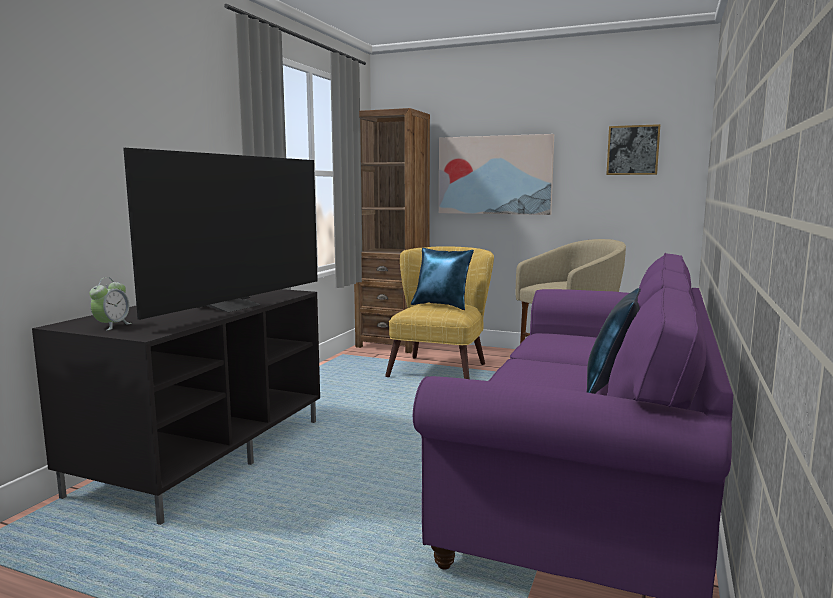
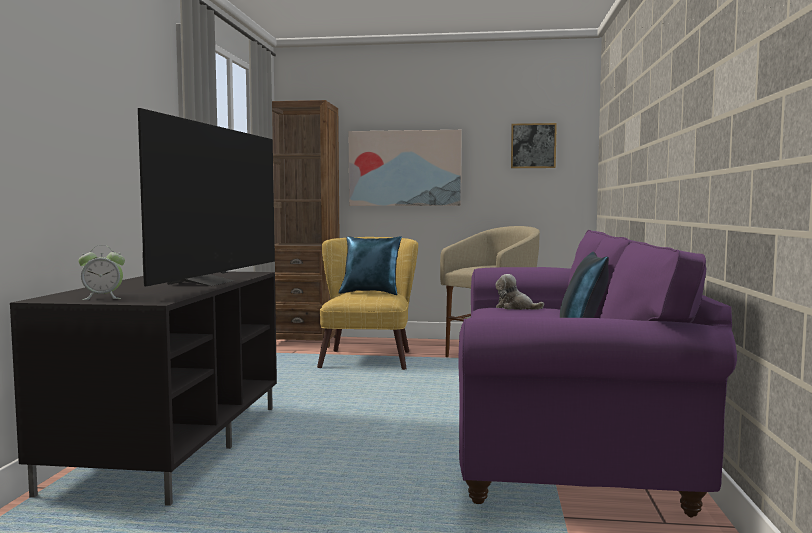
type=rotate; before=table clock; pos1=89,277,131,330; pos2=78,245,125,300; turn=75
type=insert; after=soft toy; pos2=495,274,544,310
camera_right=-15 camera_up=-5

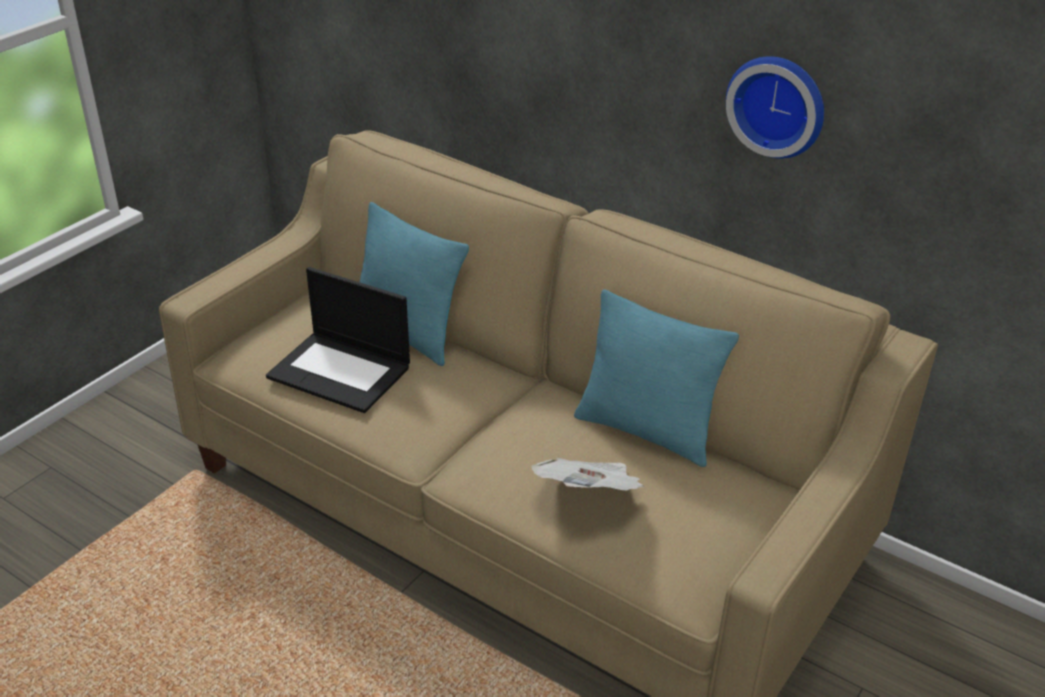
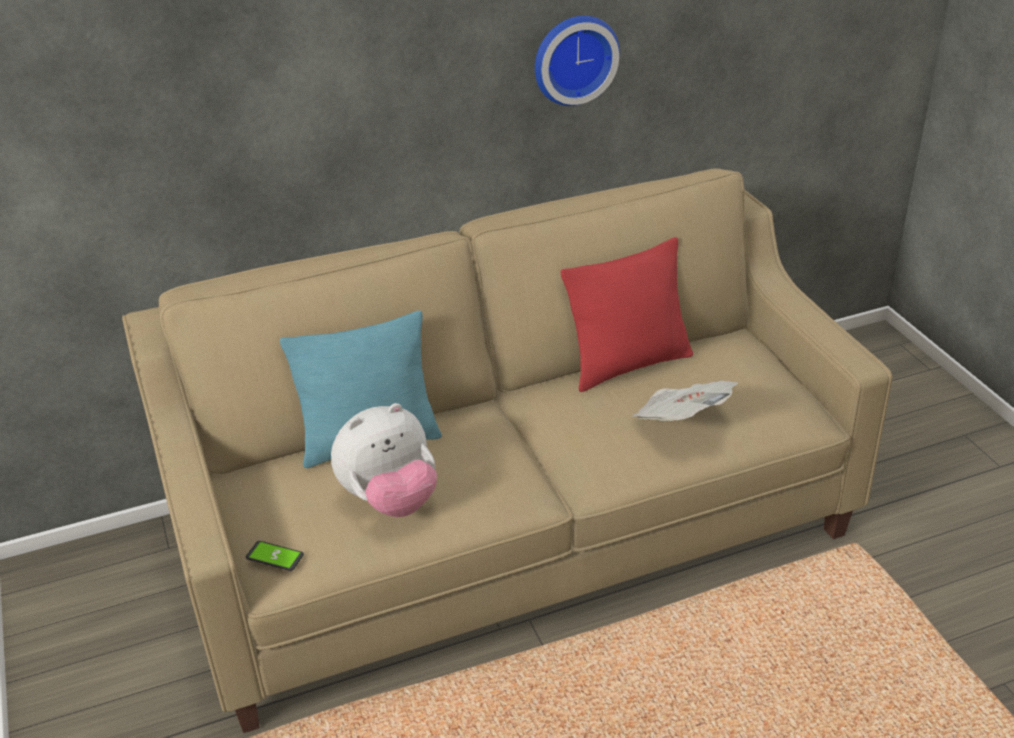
type=replace; before=laptop; after=soft toy; pos1=266,267,410,413; pos2=331,403,437,517
type=recolor; before=pillow (blue-green); after=pillow (red); pos1=574,289,739,467; pos2=561,237,693,392
type=insert; after=telephone; pos2=246,541,304,571
camera_right=-55 camera_up=0

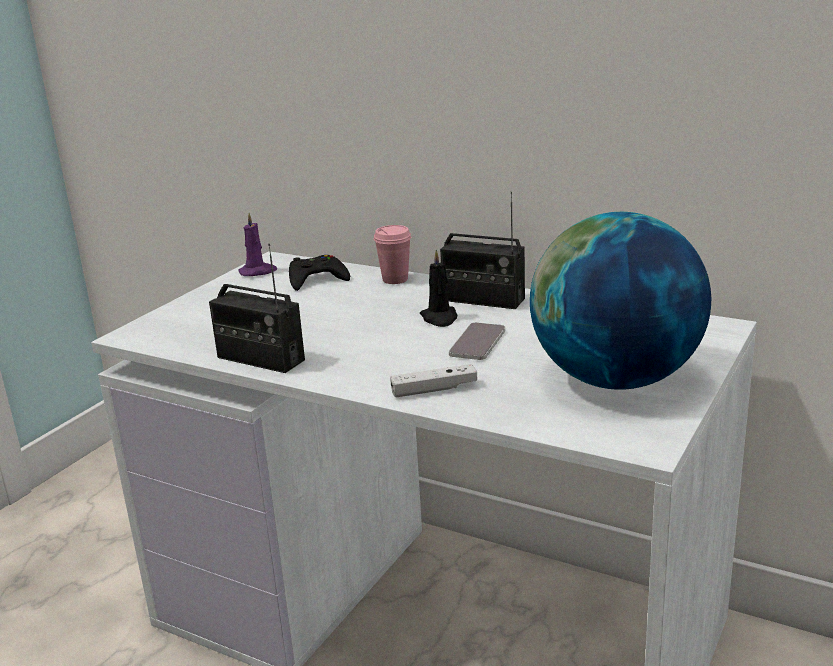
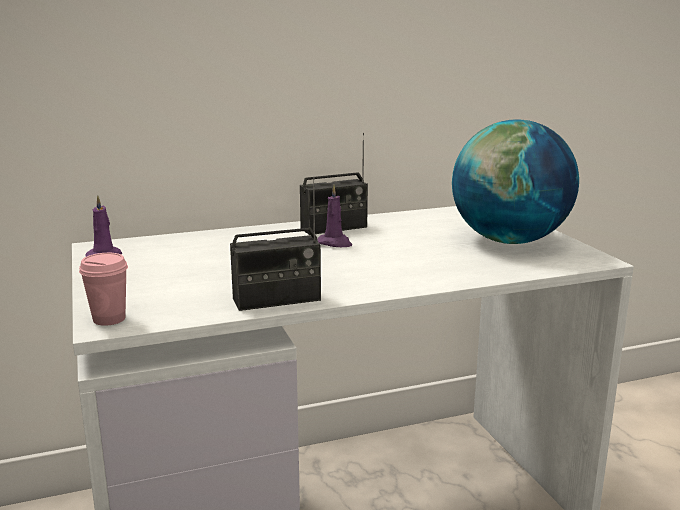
type=move; before=small cup (pink); pos1=374,225,411,284; pos2=79,253,128,326
type=recolor; before=wax light (black); after=wax light (purplish); pos1=420,250,457,327; pos2=318,185,352,247
type=delete; before=game controller (black); pos1=289,255,350,291
type=delete; before=telephone; pos1=449,322,505,360
type=delete; before=game controller (white); pos1=390,364,477,397
camera_right=-50 camera_up=-5

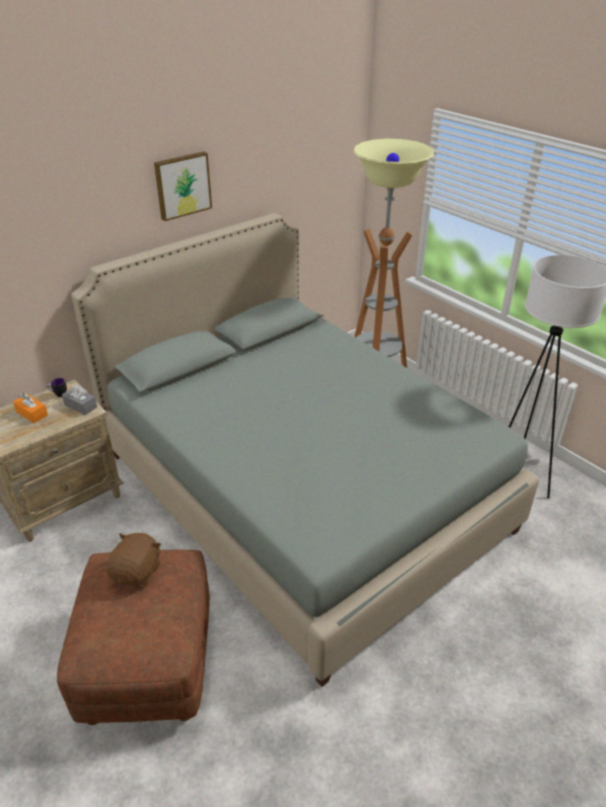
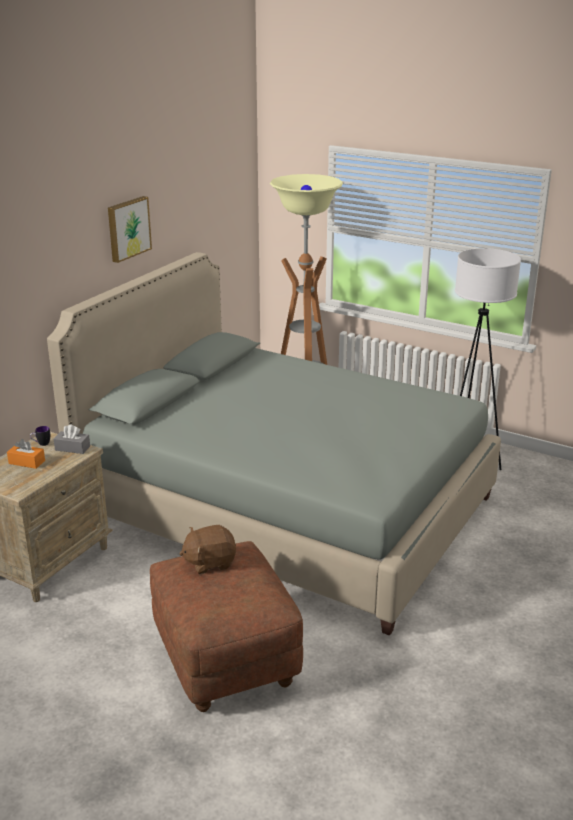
type=rotate; before=soft toy (brown); pos1=106,533,161,587; pos2=180,525,236,574; turn=-105
camera_right=-20 camera_up=-10

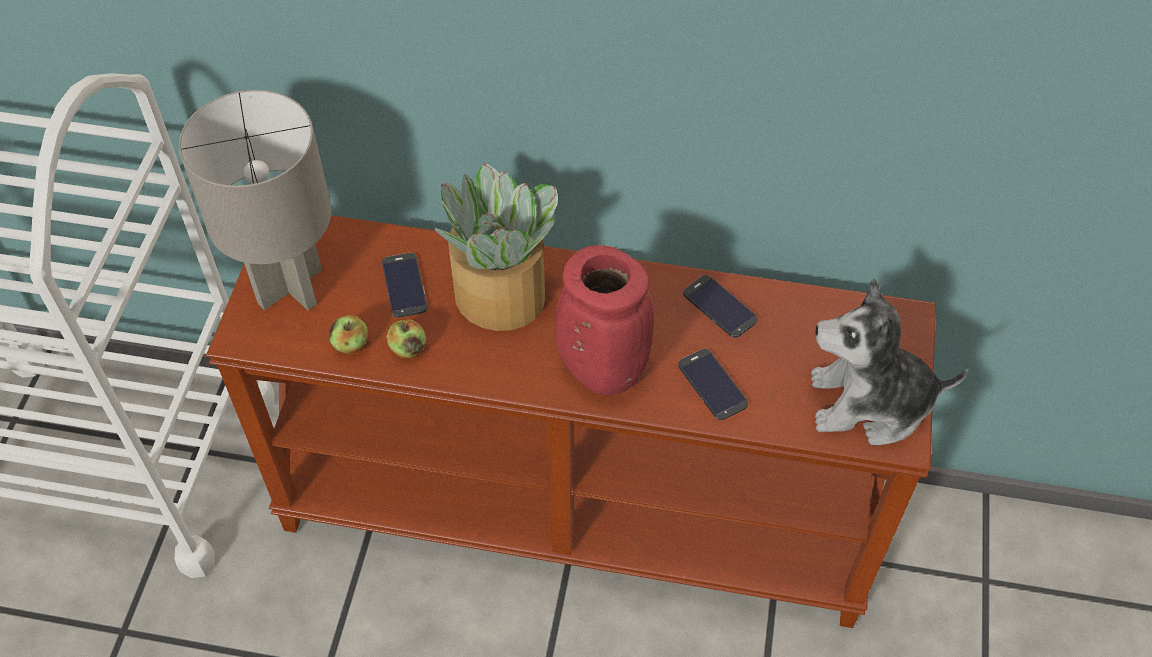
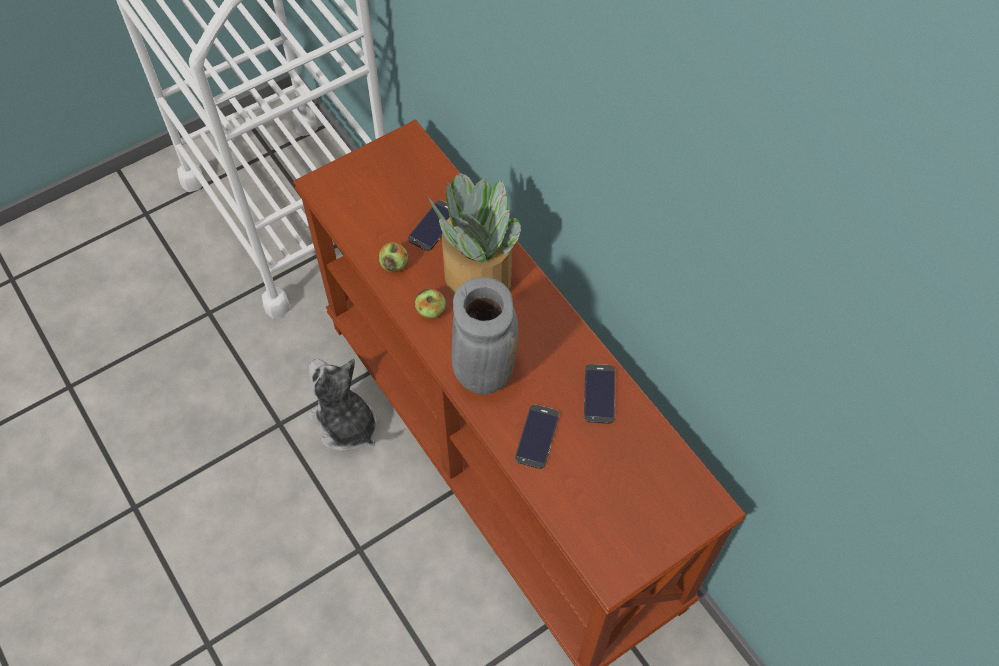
type=delete; before=tabletop lamp (greyish); pos1=179,90,332,311
type=recolor; before=vase (red); after=vase (greyish); pos1=555,245,654,395; pos2=452,277,518,395
type=move; before=soft toy; pos1=811,278,969,445; pos2=308,359,377,452
type=move; before=whole apple; pos1=329,315,368,354; pos2=415,289,446,319
camera_right=45 camera_up=5

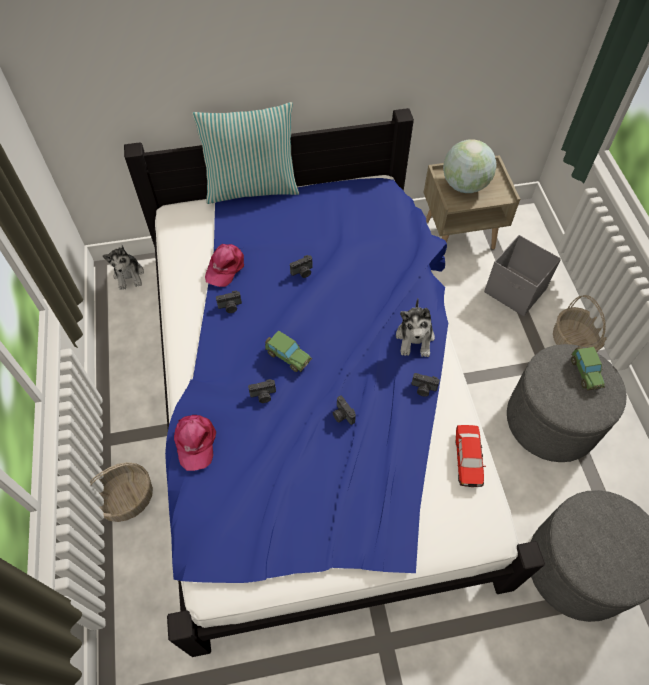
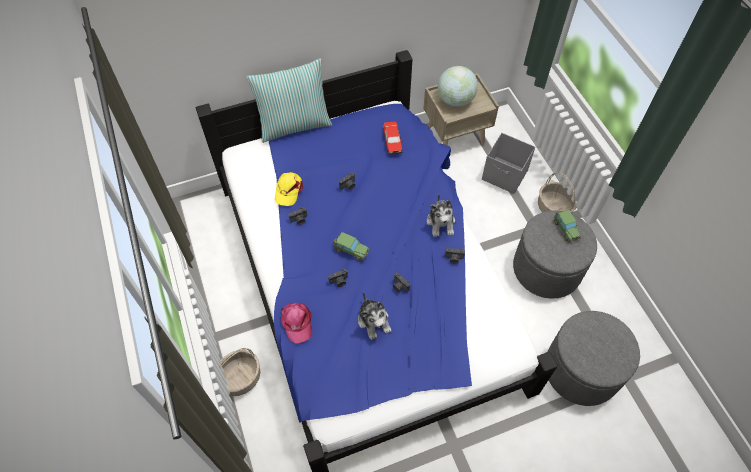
type=recolor; before=peaked cap (pink); after=peaked cap (yellowish); pos1=205,244,244,287; pos2=275,172,303,206
type=move; before=soft toy; pos1=102,245,144,290; pos2=358,291,392,340
type=move; before=toy car; pos1=456,425,486,487; pos2=383,122,403,154
camera_right=-10 camera_up=0

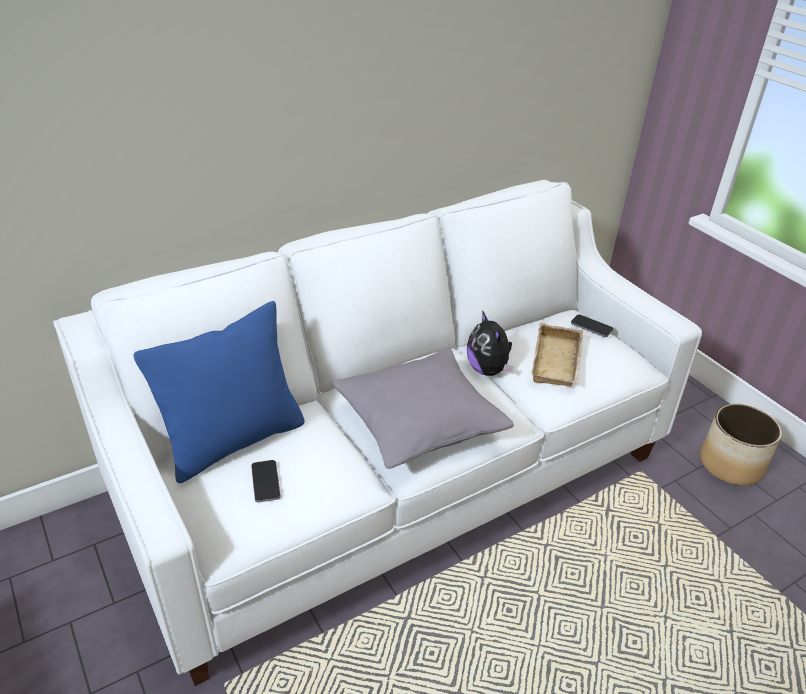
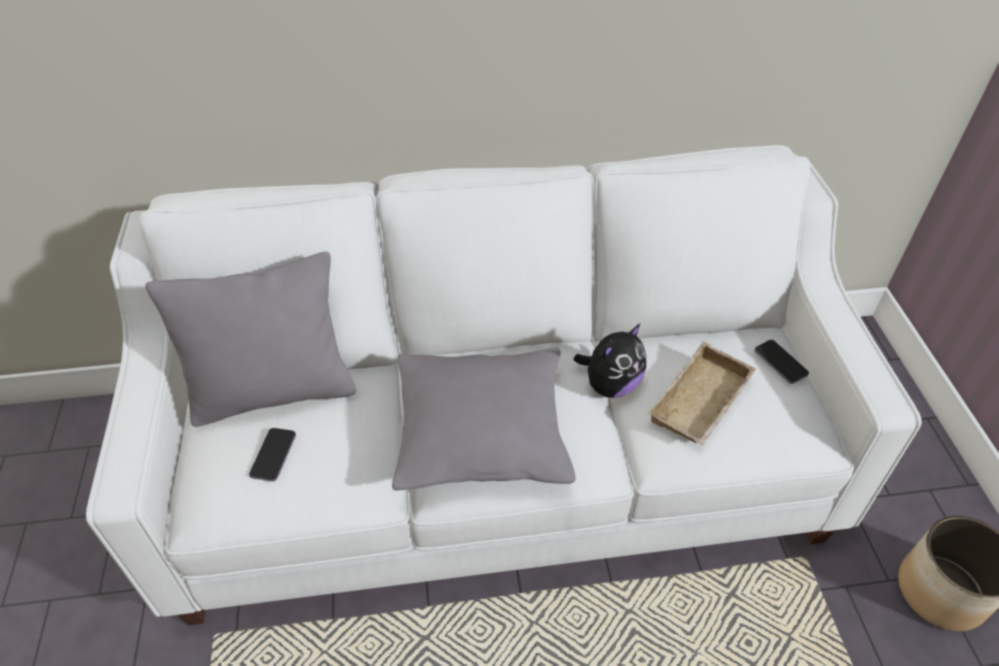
type=recolor; before=pillow (bluish); after=pillow (greyish); pos1=133,301,305,483; pos2=145,252,356,427
type=rotate; before=soft toy; pos1=467,310,514,376; pos2=574,323,646,398; turn=-135
camera_right=25 camera_up=10

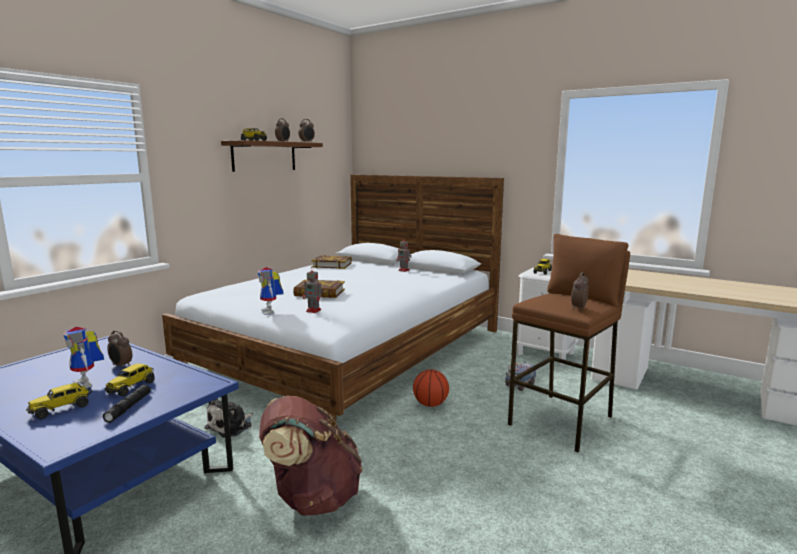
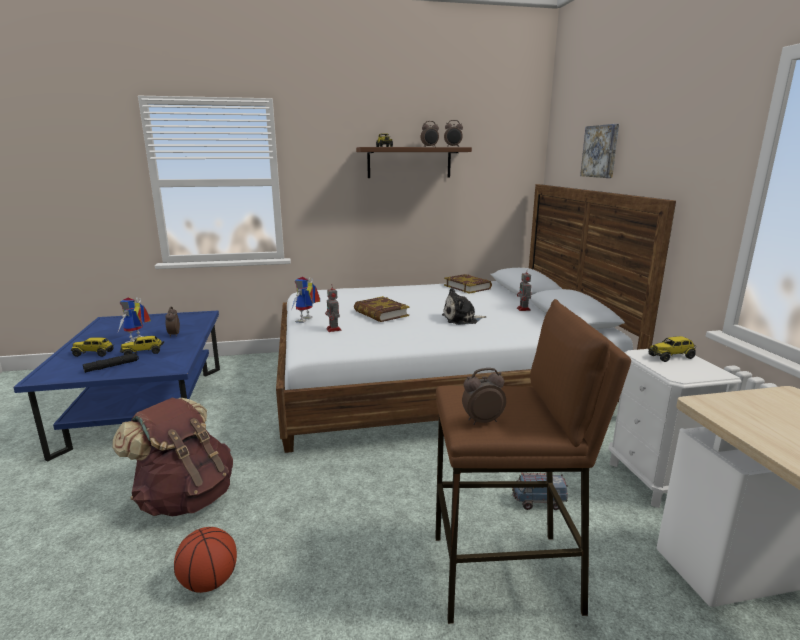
type=move; before=ball for basketball; pos1=413,369,449,407; pos2=174,527,237,593
type=move; before=soft toy; pos1=205,399,253,438; pos2=442,288,486,325
type=insert; after=picture; pos2=580,124,619,178
camera_right=45 camera_up=5

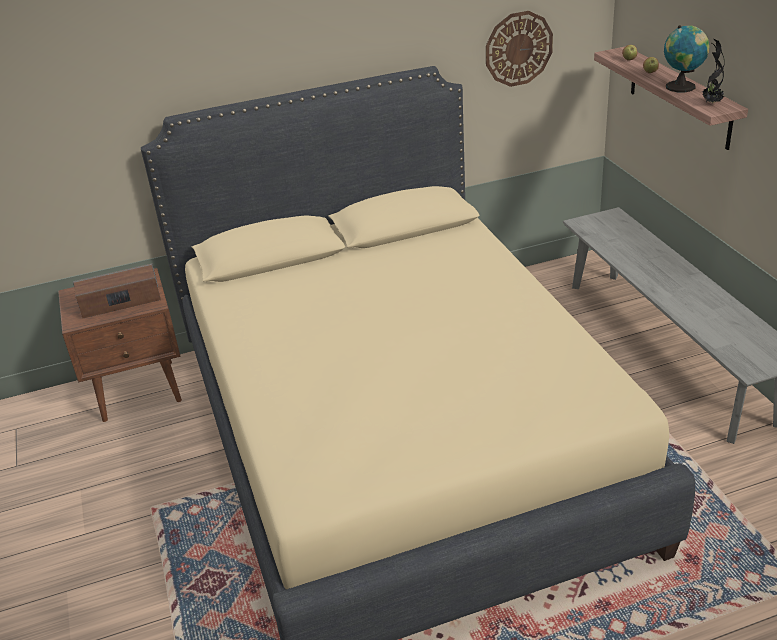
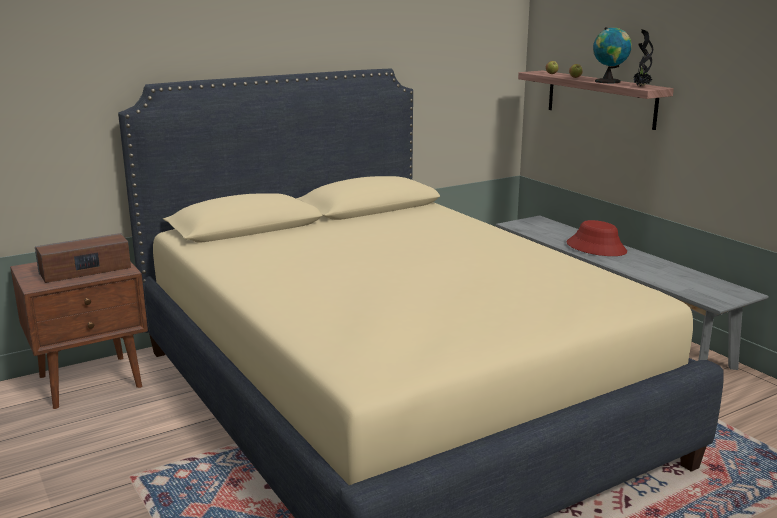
type=delete; before=wall clock; pos1=486,11,553,87
type=insert; after=hat (red); pos2=567,220,627,256
camera_right=-15 camera_up=-15

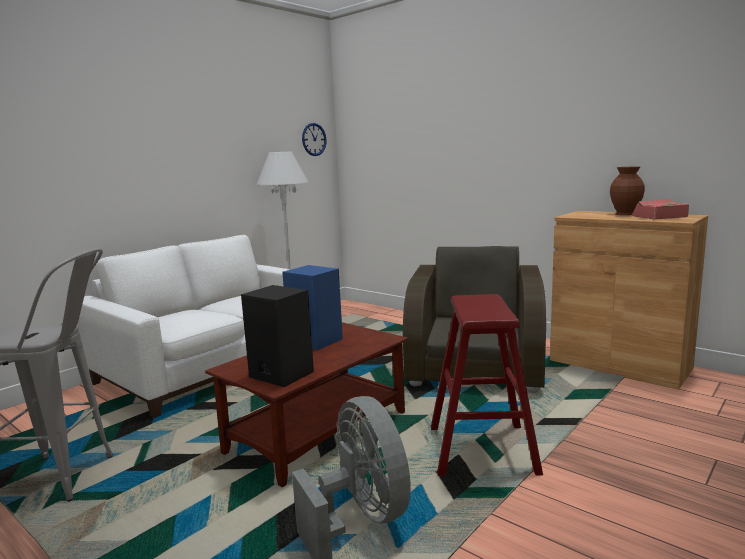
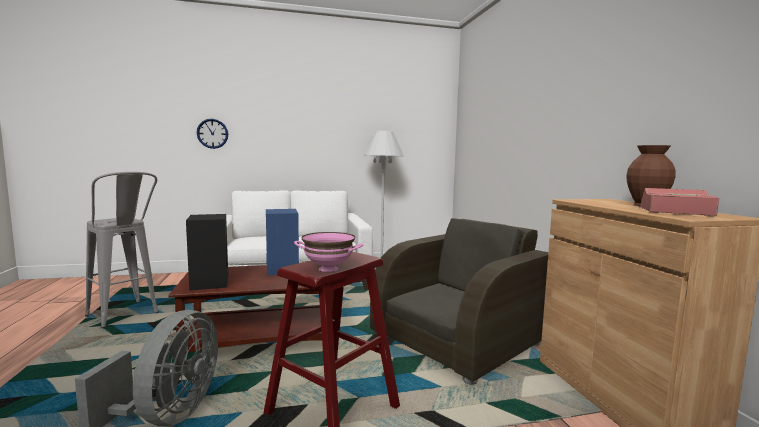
type=move; before=wall clock; pos1=302,123,327,156; pos2=197,119,228,149
type=insert; after=bowl (pink); pos2=294,232,363,272
camera_right=35 camera_up=-5

